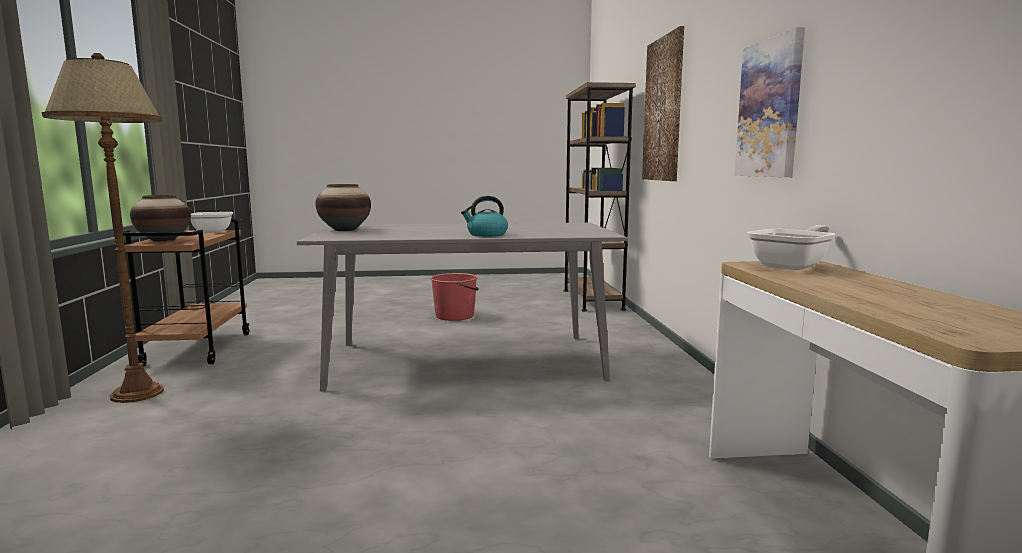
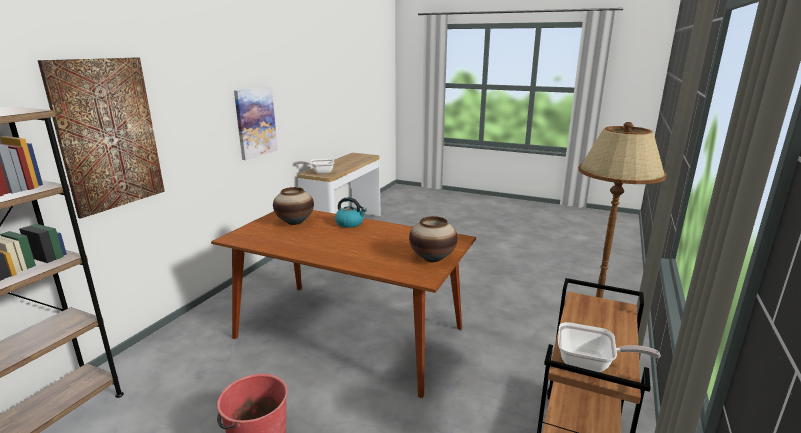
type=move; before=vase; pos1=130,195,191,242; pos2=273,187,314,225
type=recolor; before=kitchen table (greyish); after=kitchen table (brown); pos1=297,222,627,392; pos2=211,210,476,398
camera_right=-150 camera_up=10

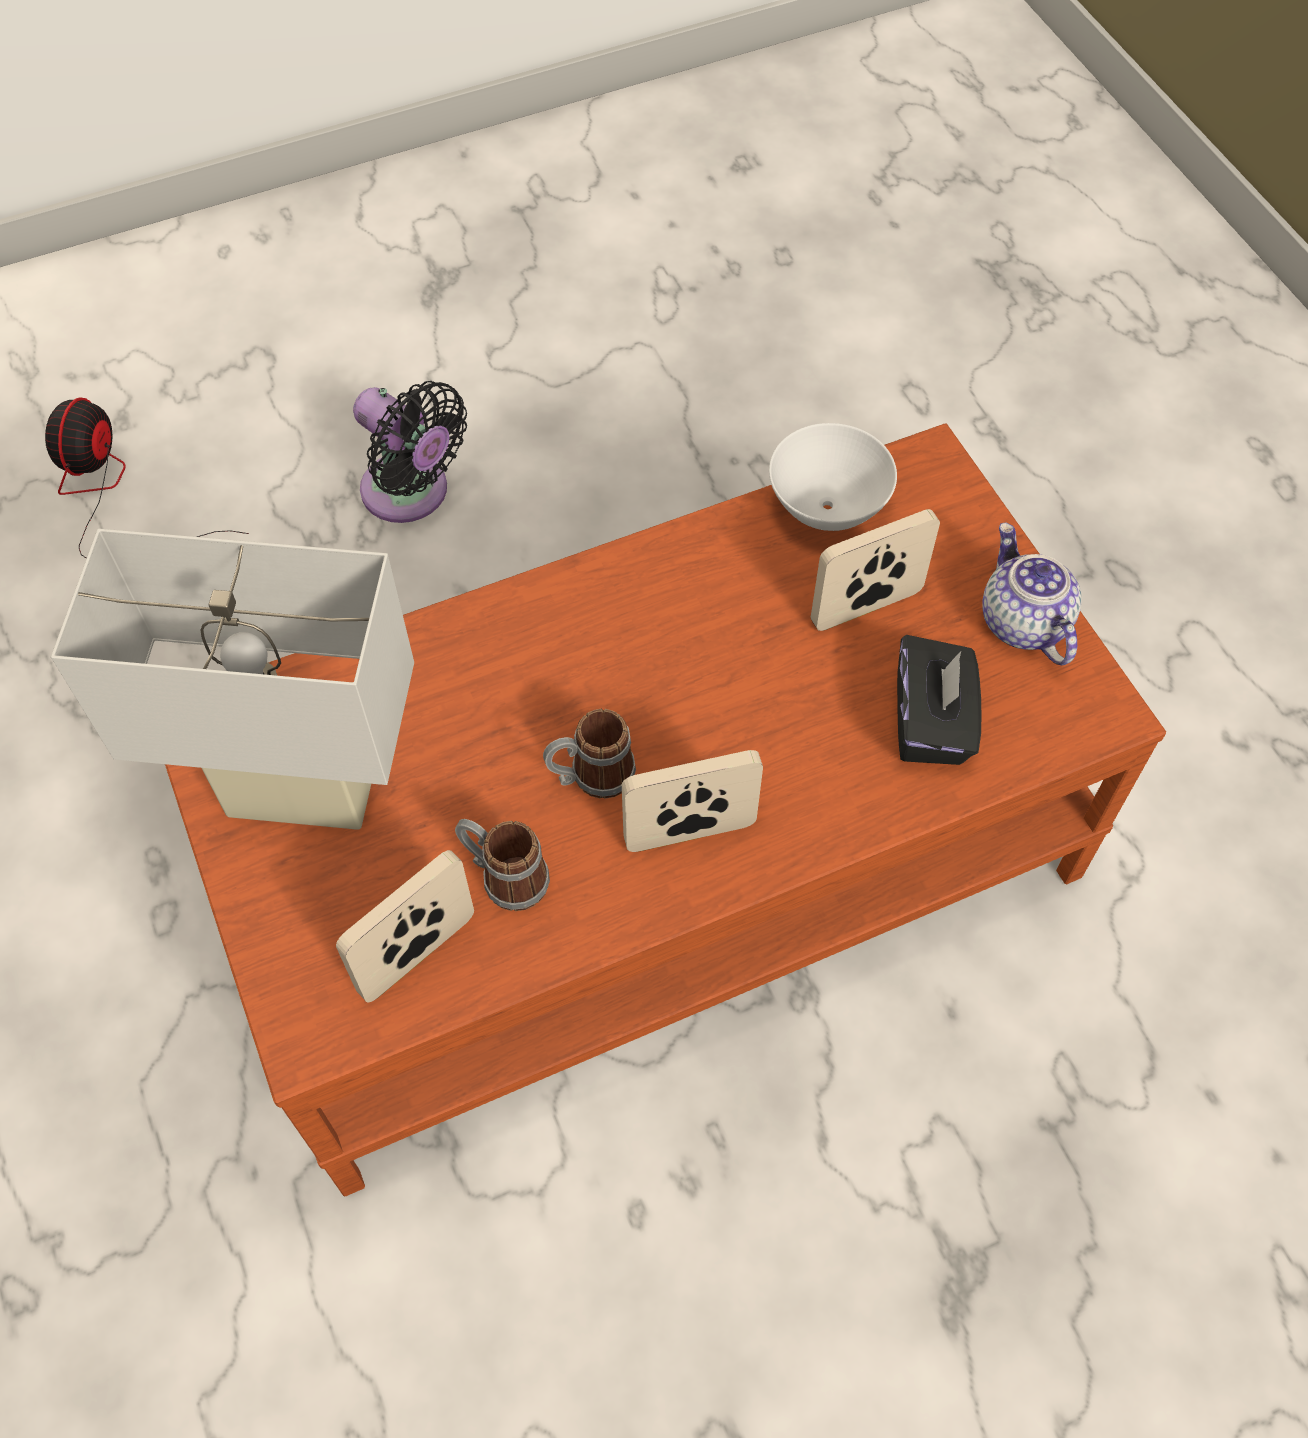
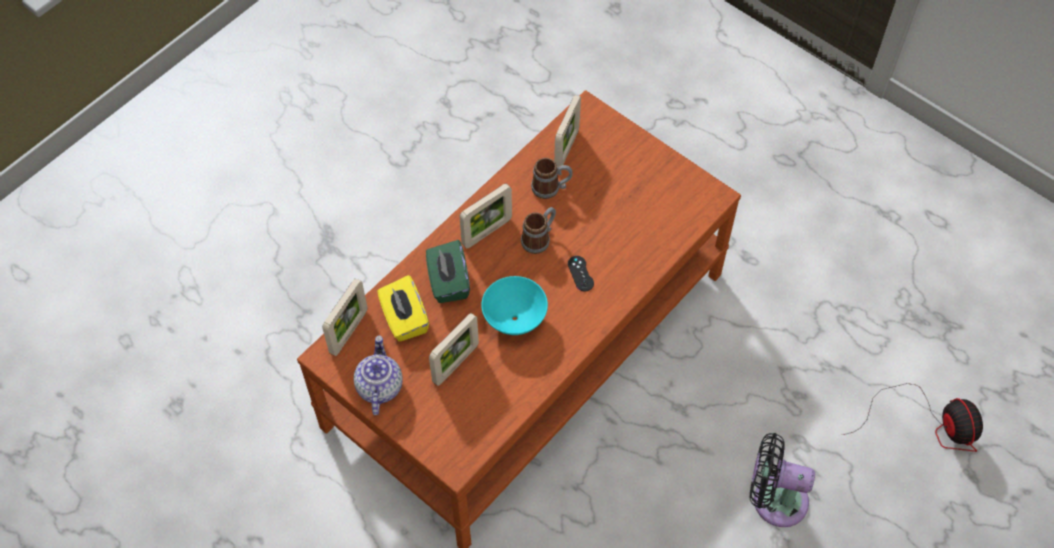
type=delete; before=bowl (white); pos1=769,423,897,531
type=rotate; before=teapot; pos1=982,522,1082,665; pos2=354,335,403,415; turn=-135
type=delete; before=tabletop lamp (white); pos1=51,529,414,830
type=recolor; before=box of tissues (black); after=box of tissues (yellowish); pos1=897,635,981,765; pos2=377,275,429,342
type=insert; after=box of tissues (greenish); pos2=426,240,470,303
type=insert; after=game controller (black); pos2=568,256,594,292
type=insert; after=bowl (blue-green); pos2=481,276,548,335
type=insert; after=photo frame; pos2=322,279,367,356
camera_right=155 camera_up=0

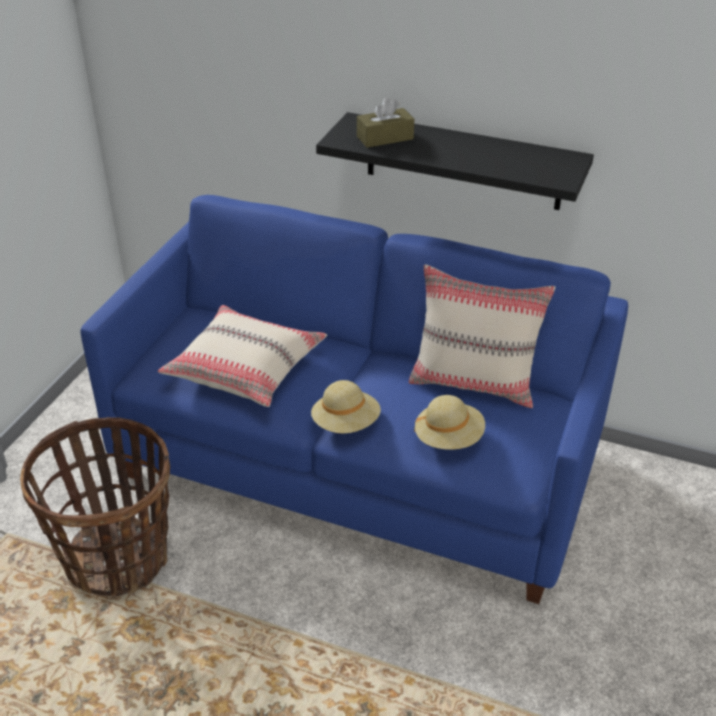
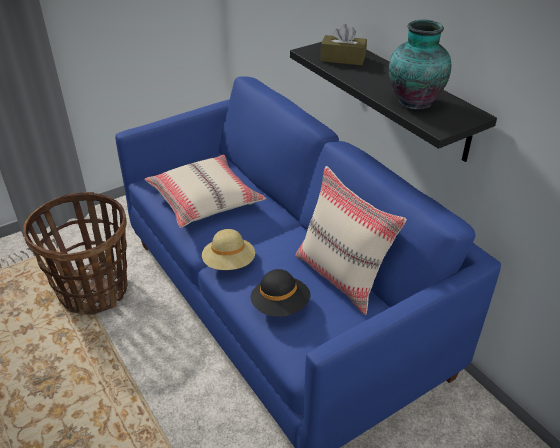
type=recolor; before=hat (beige-coloured); after=hat (black); pos1=414,395,485,450; pos2=250,269,311,317
type=insert; after=vase; pos2=389,19,451,109
camera_right=35 camera_up=0

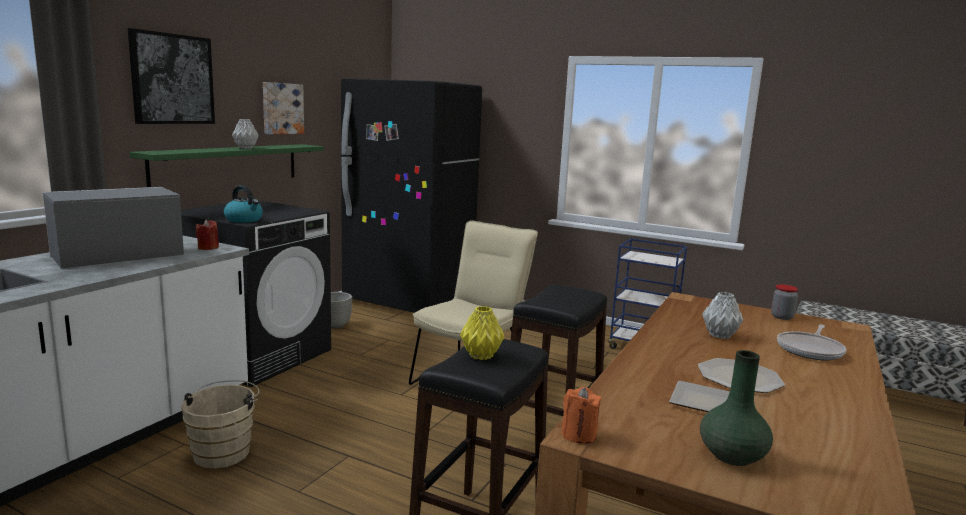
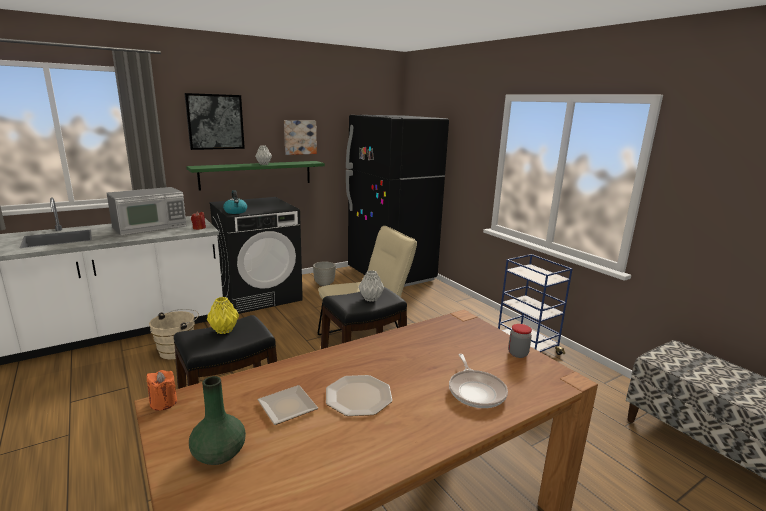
type=rotate; before=microwave oven; pos1=43,187,184,269; pos2=106,187,187,236; turn=150
type=move; before=vase (greyish); pos1=702,292,743,339; pos2=358,270,384,302
type=rotate; before=skillet; pos1=777,324,846,360; pos2=449,354,508,408; turn=-75
camera_right=30 camera_up=5

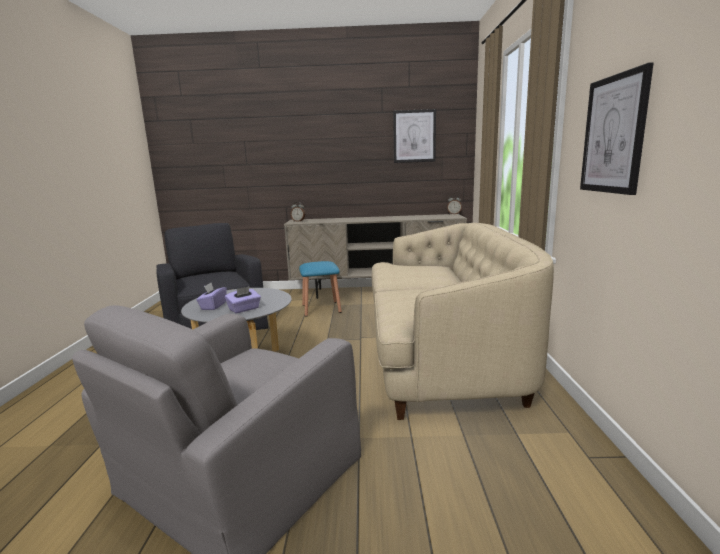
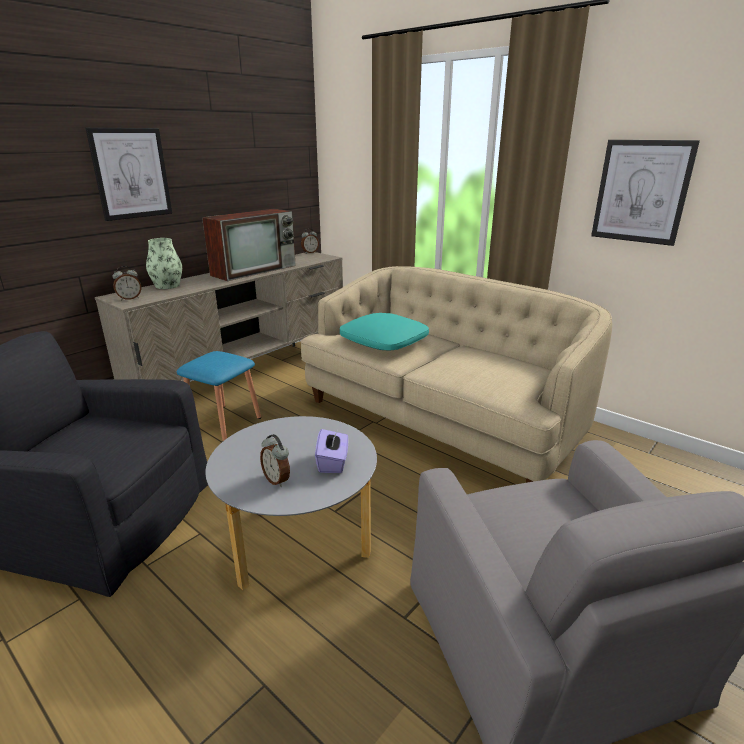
type=move; before=picture; pos1=393,109,436,163; pos2=85,128,172,221
type=replace; before=box of tissues (purplish); after=table clock; pos1=196,283,227,310; pos2=260,434,290,487
type=insert; after=TV set; pos2=202,209,296,281
type=insert; after=vase; pos2=146,238,182,289
type=insert; after=pillow (blue-green); pos2=340,313,429,351
camera_right=-50 camera_up=10

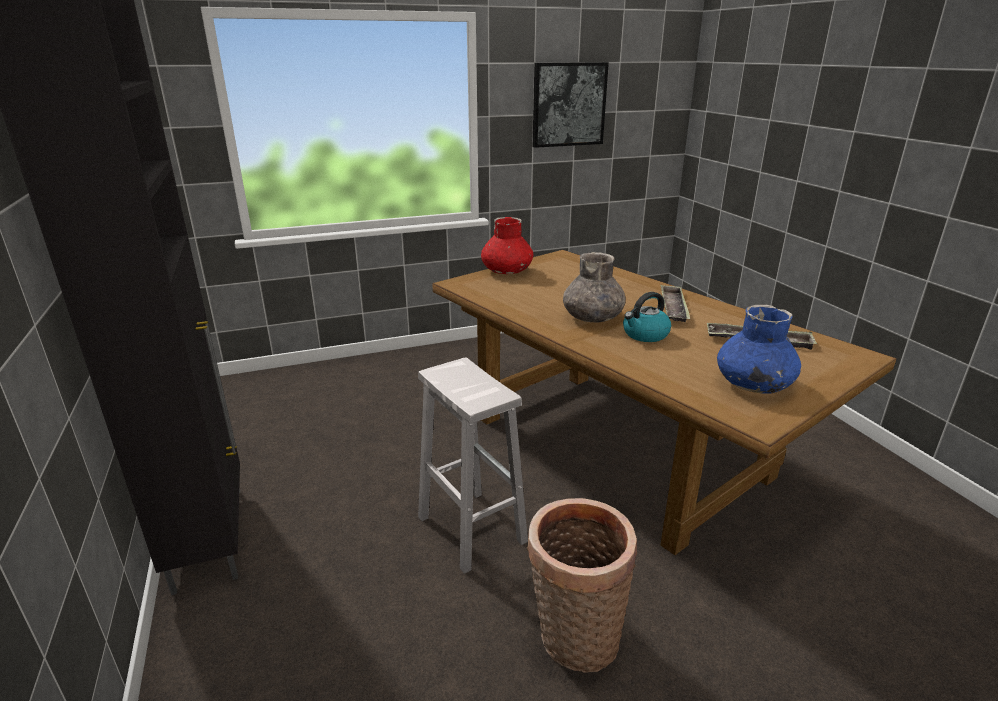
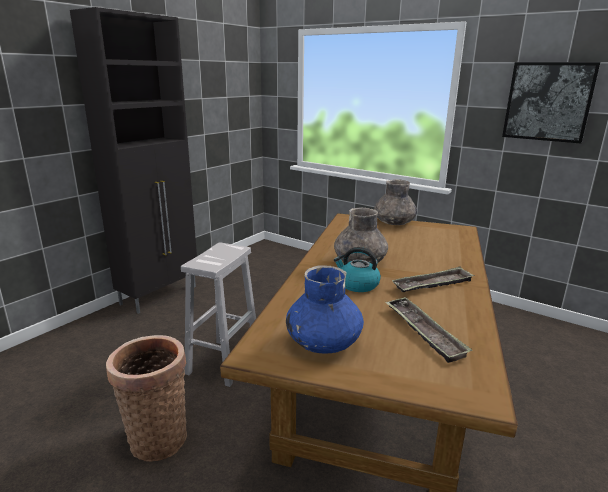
type=recolor; before=vase (red); after=vase (greyish); pos1=481,217,533,274; pos2=374,179,417,225
camera_right=55 camera_up=-5

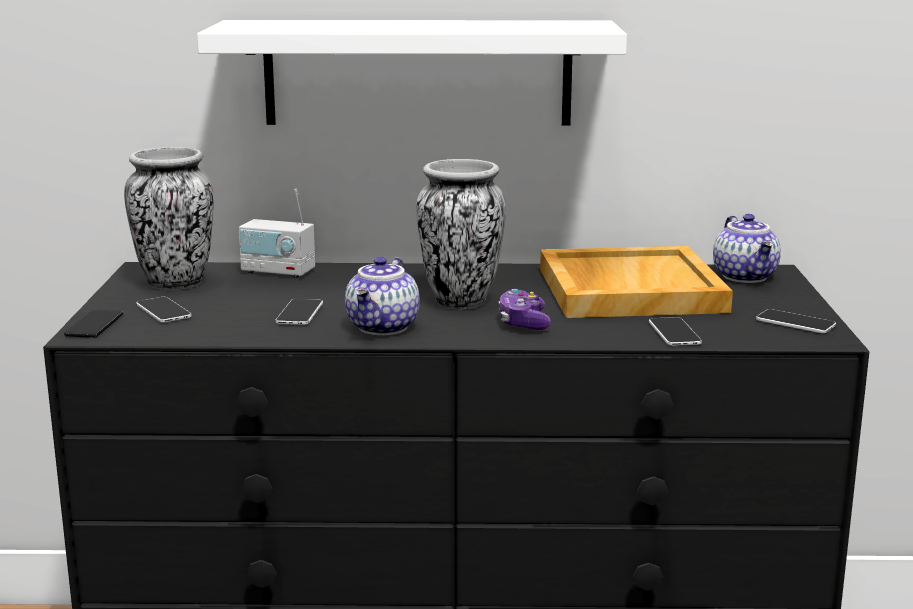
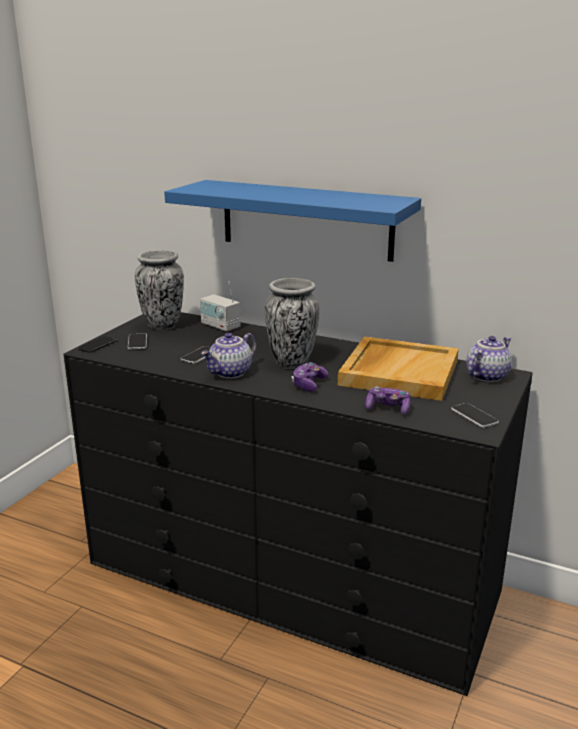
type=recolor; before=wall shelf (white); after=wall shelf (bluish); pos1=197,20,627,126; pos2=164,180,421,262
type=rotate; before=teapot; pos1=713,214,781,283; pos2=466,336,512,382; turn=-150
type=replace; before=telephone; after=game controller; pos1=649,317,702,346; pos2=365,386,411,415
camera_right=25 camera_up=5

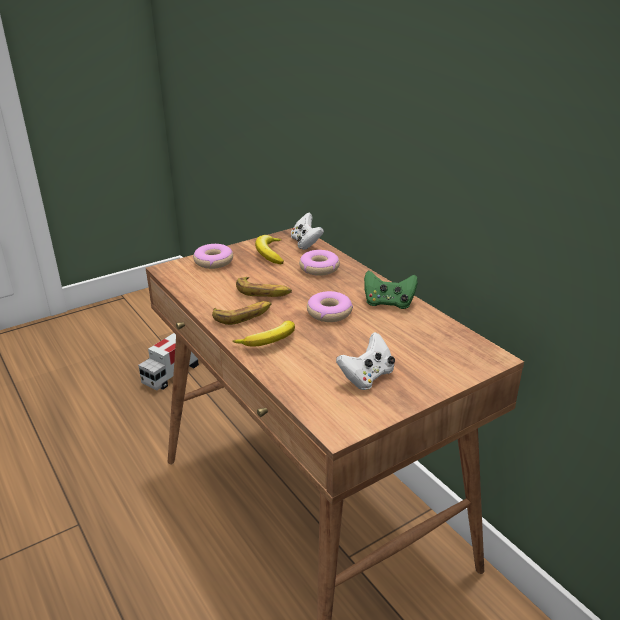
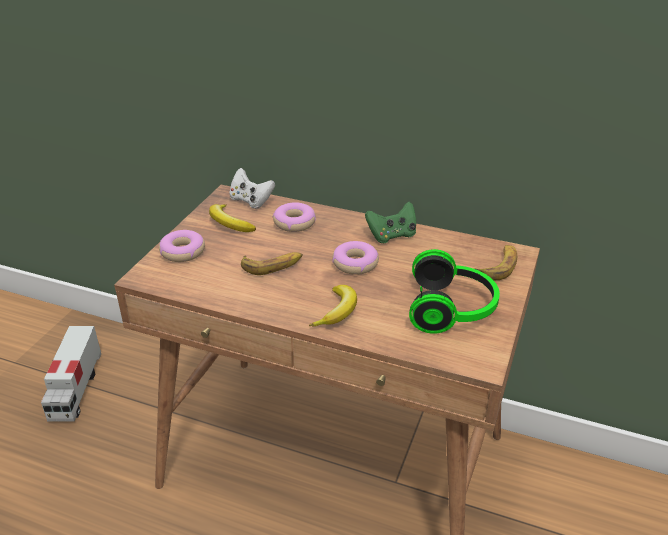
type=move; before=banana fruit; pos1=212,301,272,325; pos2=475,245,517,280
type=replace; before=game controller (white); after=headset; pos1=336,332,395,390; pos2=409,249,500,334
camera_right=-35 camera_up=5

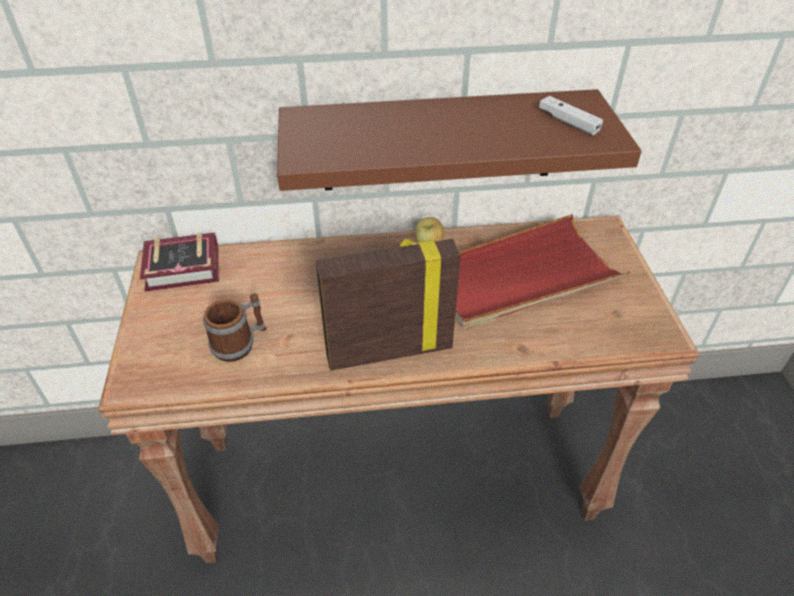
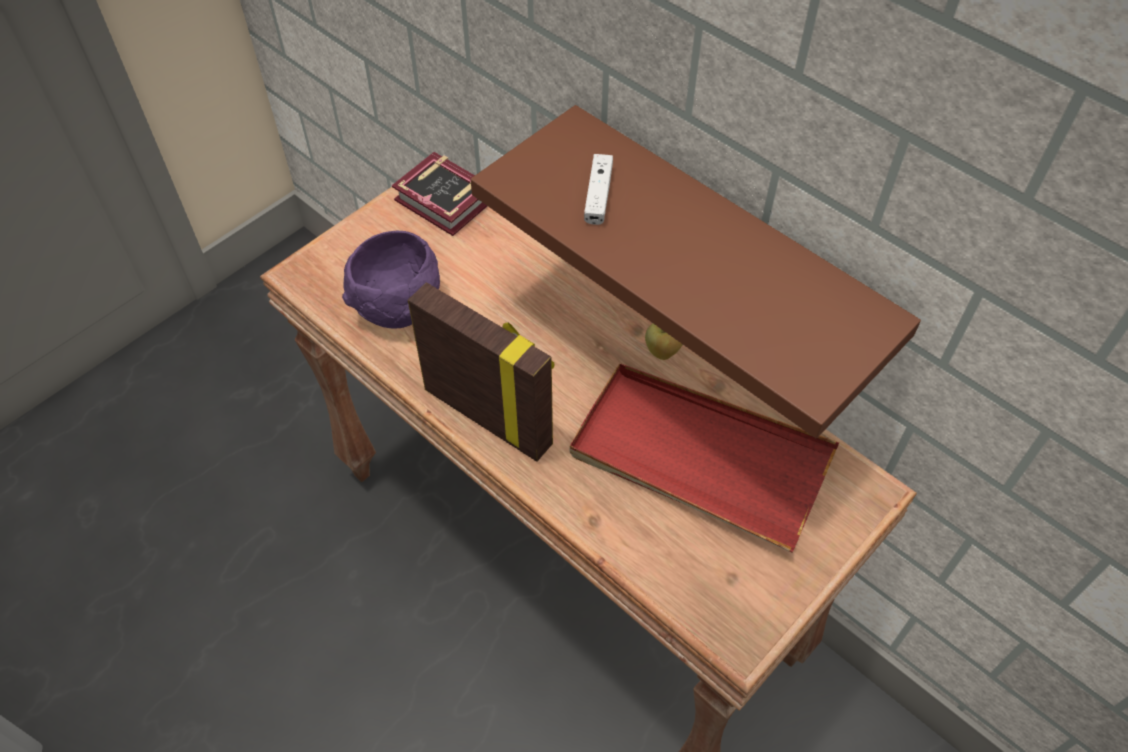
type=move; before=game controller (white); pos1=539,96,603,135; pos2=584,154,613,225
type=replace; before=mug; after=bowl (purplish); pos1=203,293,267,362; pos2=342,231,440,329
camera_right=50 camera_up=10

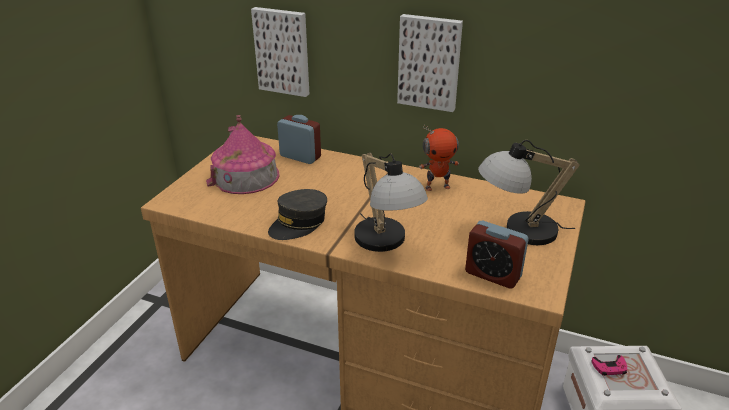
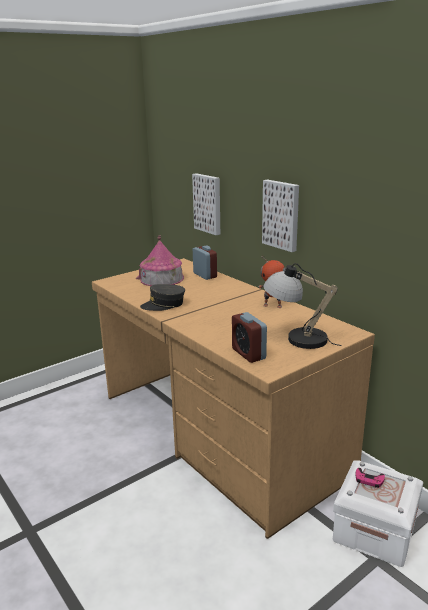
type=delete; before=tabletop lamp; pos1=354,153,428,252
camera_right=30 camera_up=-10

